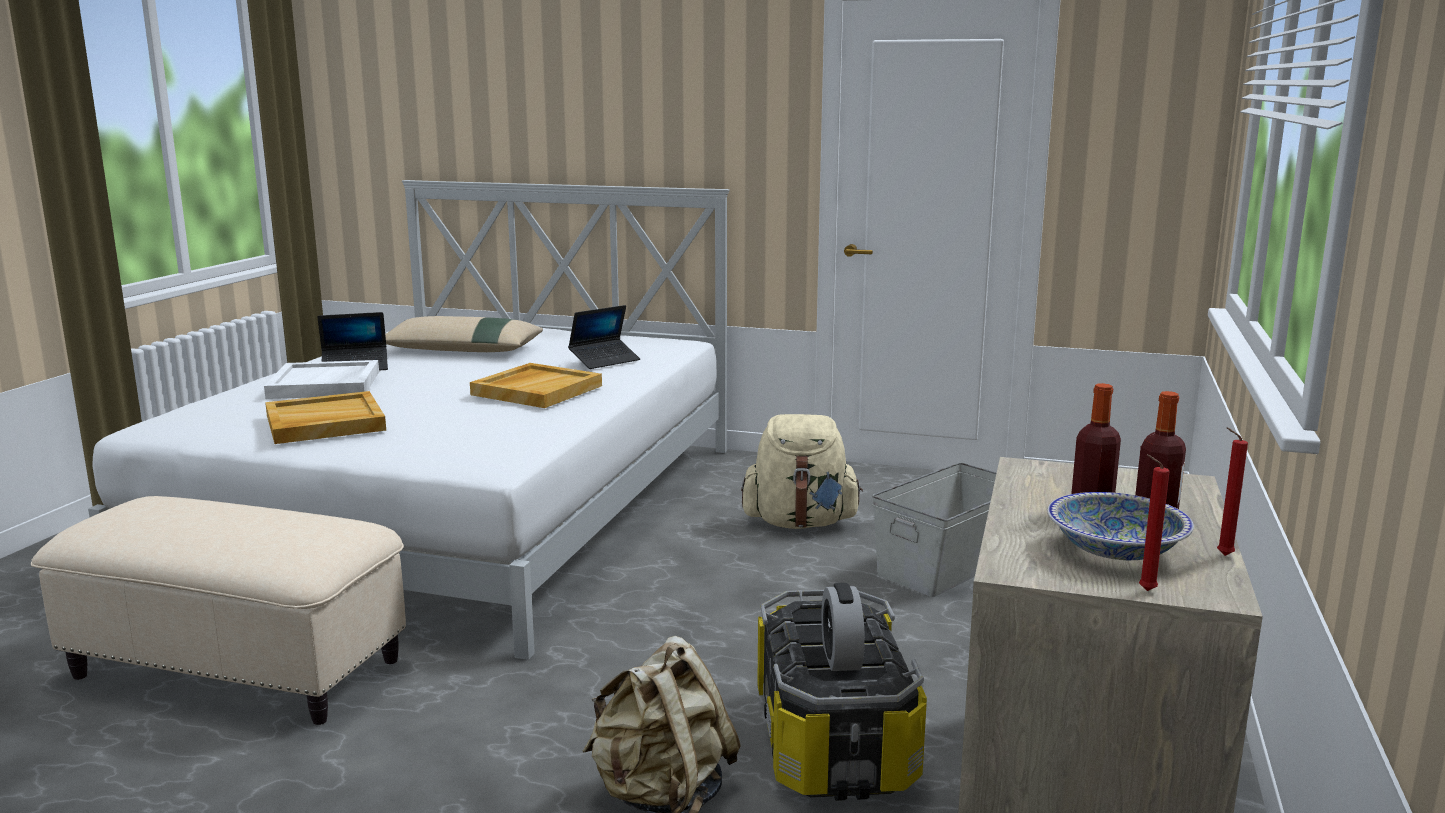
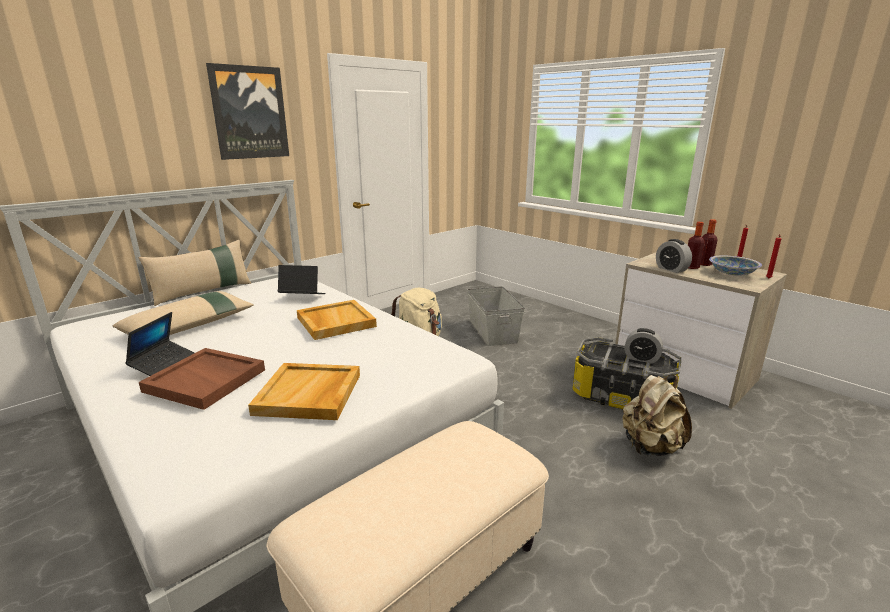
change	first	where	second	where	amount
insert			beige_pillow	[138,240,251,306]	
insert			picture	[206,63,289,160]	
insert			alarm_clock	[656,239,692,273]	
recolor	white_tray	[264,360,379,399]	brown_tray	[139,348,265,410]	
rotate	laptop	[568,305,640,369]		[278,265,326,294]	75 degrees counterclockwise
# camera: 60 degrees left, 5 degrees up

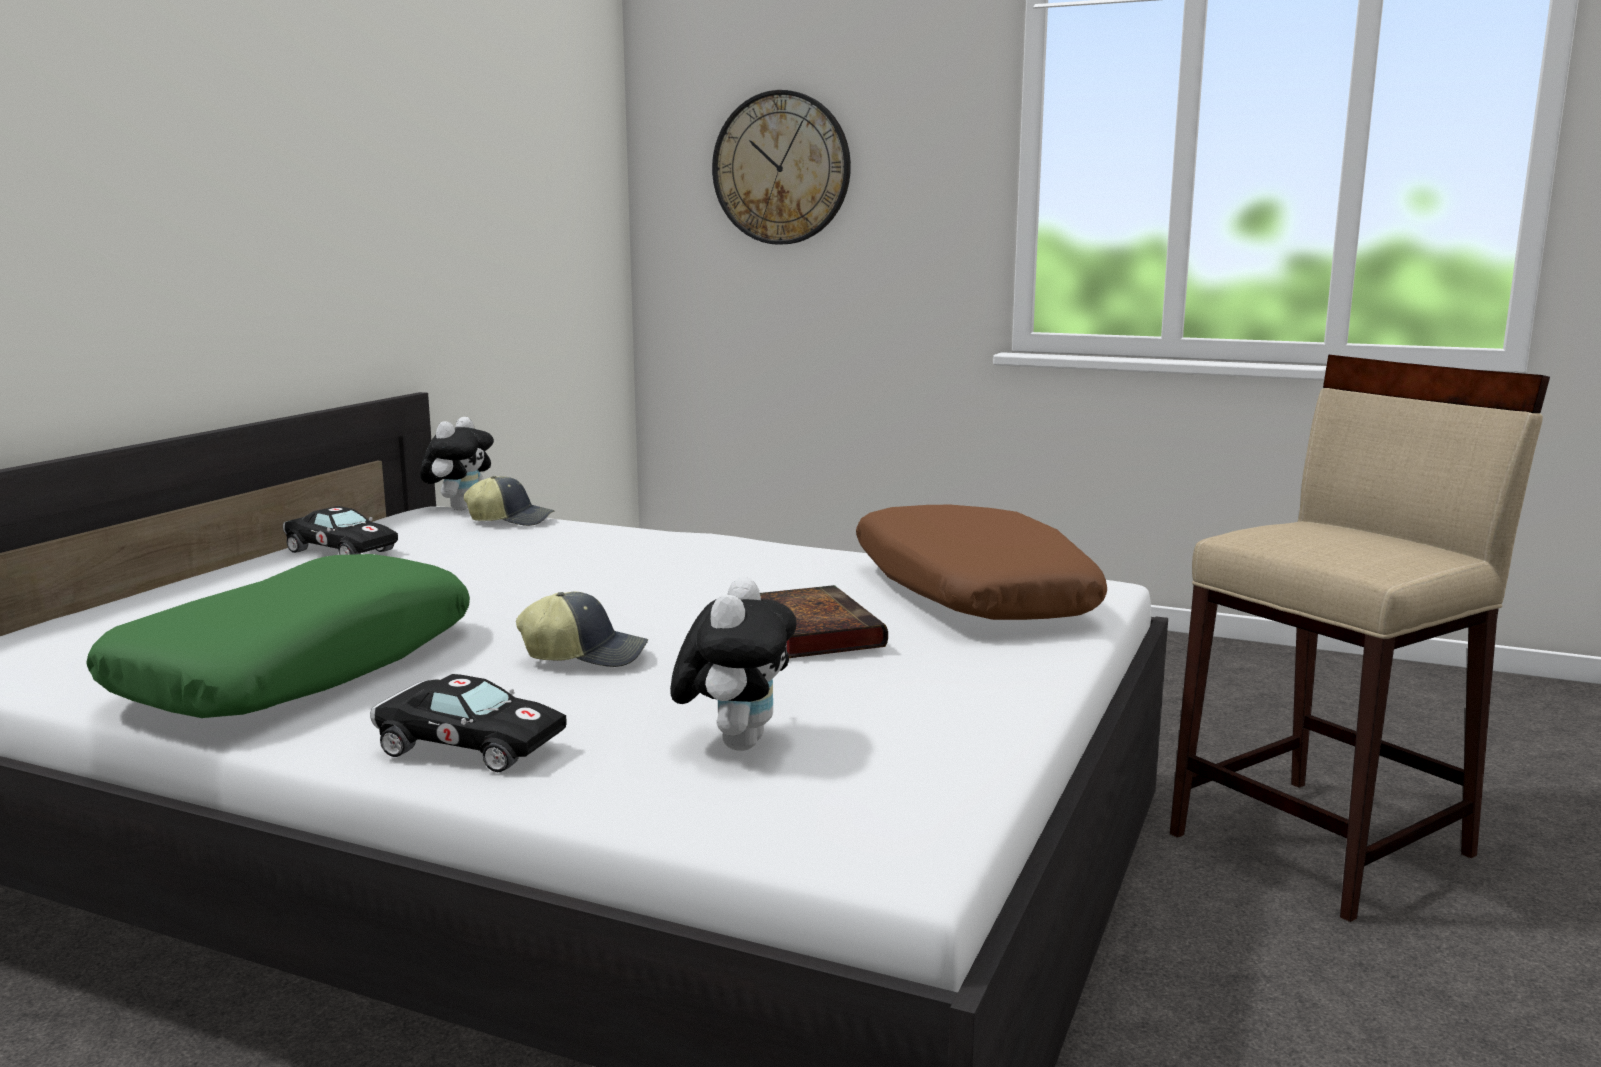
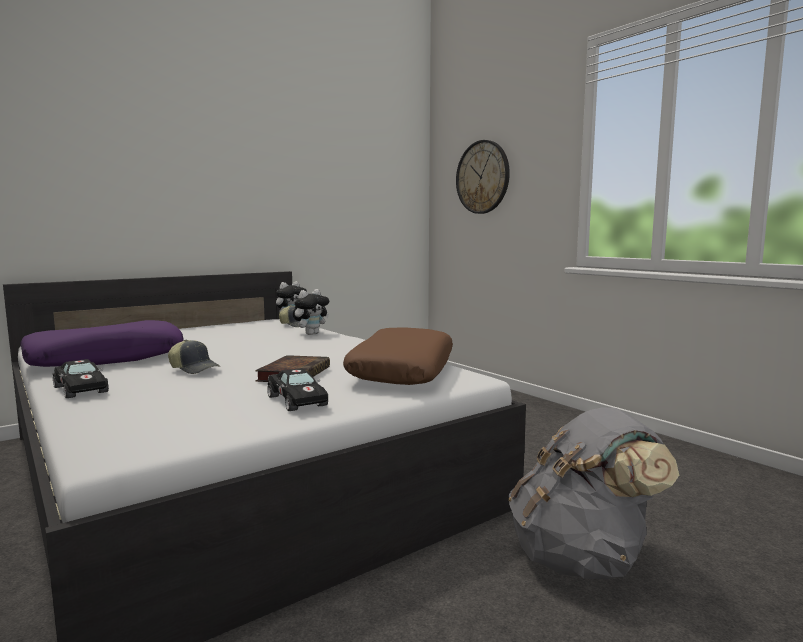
change	first	where	second	where	amount
move	black_toy_car	[283,506,398,555]		[267,368,328,411]	
move	plush_toy	[670,577,797,751]		[293,289,329,335]	
replace	beige_stool	[1170,355,1550,922]	grey_backpack	[508,407,679,579]	
recolor	green_pillow	[86,554,470,718]	purple_pillow	[20,320,184,367]	
# camera: 30 degrees right, 5 degrees down

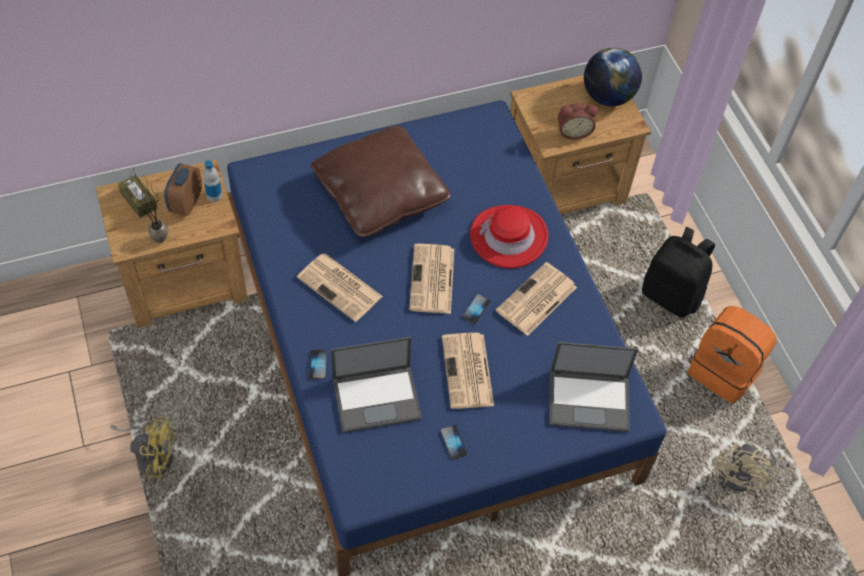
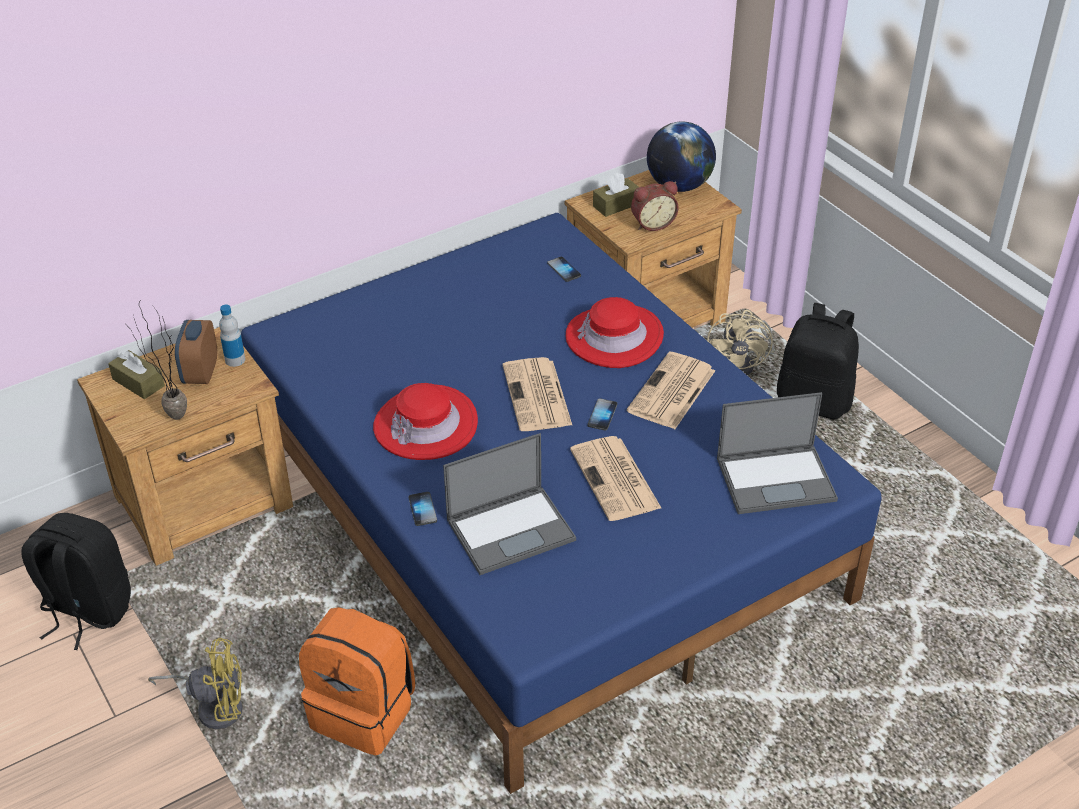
change	first	where	second	where	amount
delete	brown_pillow	[311,126,451,237]			
insert			black_backpack	[21,513,131,650]	
insert			brown_tissue_box	[593,173,639,217]	
move	phone	[441,425,467,460]		[547,257,581,282]	
move	orange_backpack	[688,306,777,404]		[299,607,415,755]	
move	beige_fan	[714,437,779,491]		[707,310,774,375]	
replace	newspaper	[297,254,383,322]	red_hat	[373,383,478,460]	
# camera: 10 degrees left, 15 degrees down

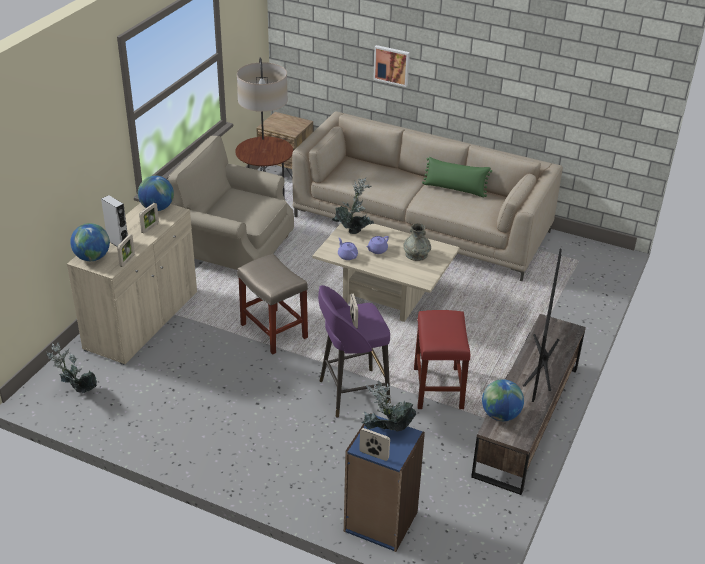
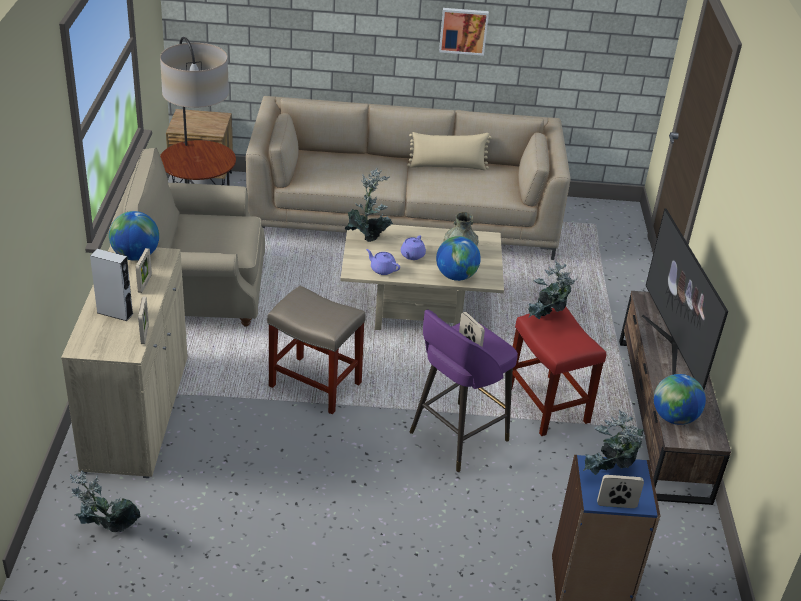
change	first	where	second	where	amount
insert			potted_plant	[529,260,578,319]	
move	globe	[70,223,110,261]		[436,236,481,281]	
move	picture	[373,45,410,87]		[439,8,489,56]	
recolor	green_pillow	[422,157,492,198]	beige_pillow	[407,132,492,170]	
# camera: 25 degrees left, 0 degrees up

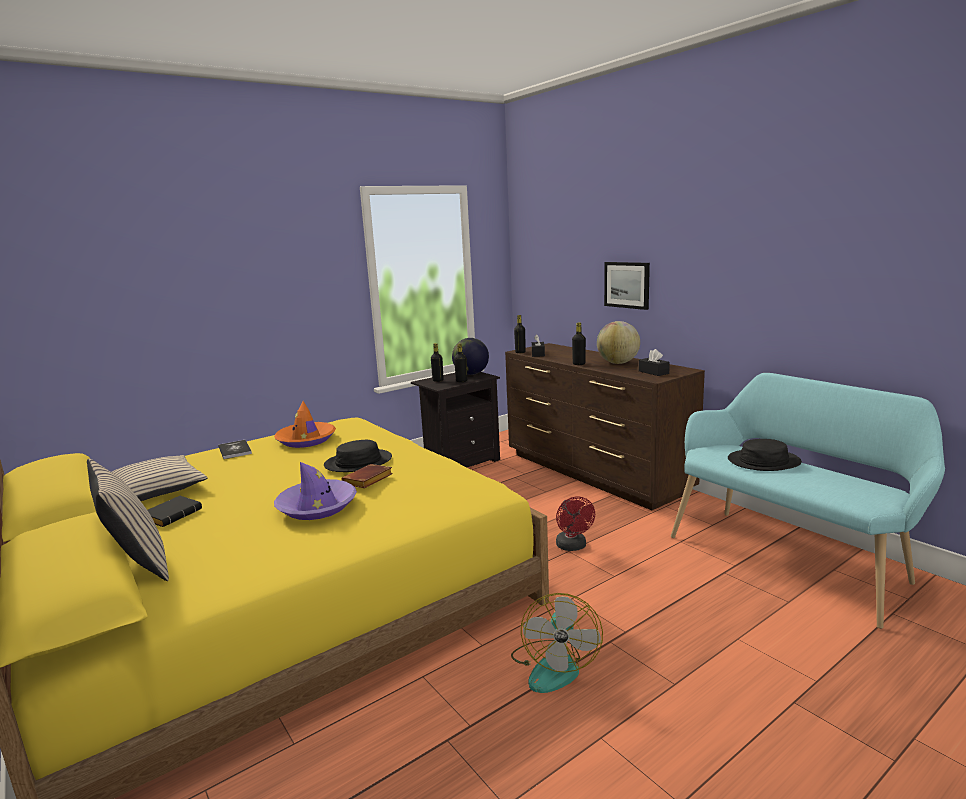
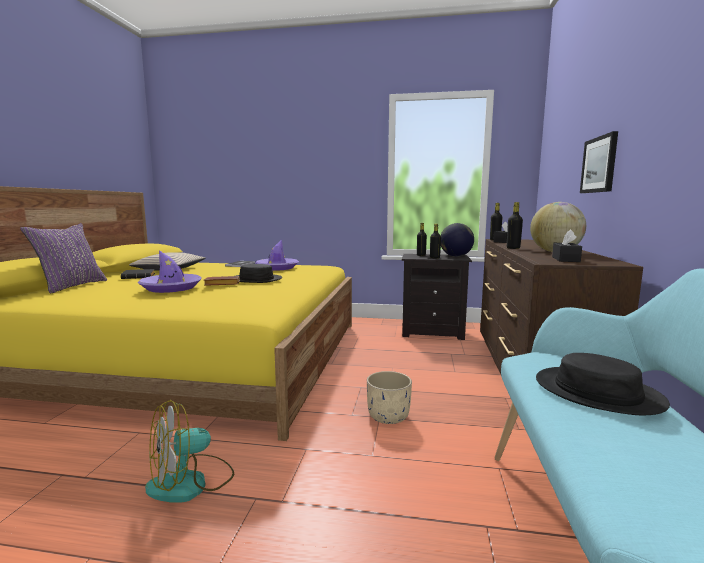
change	first	where	second	where	amount
replace	red_fan	[556,496,595,551]	beige_planter	[367,371,412,424]	
recolor	beige_pillow	[87,459,169,581]	purple_pillow	[20,223,107,293]	
recolor	orange_hat	[274,401,336,448]	purple_hat	[255,240,299,271]	
# camera: 45 degrees right, 5 degrees down

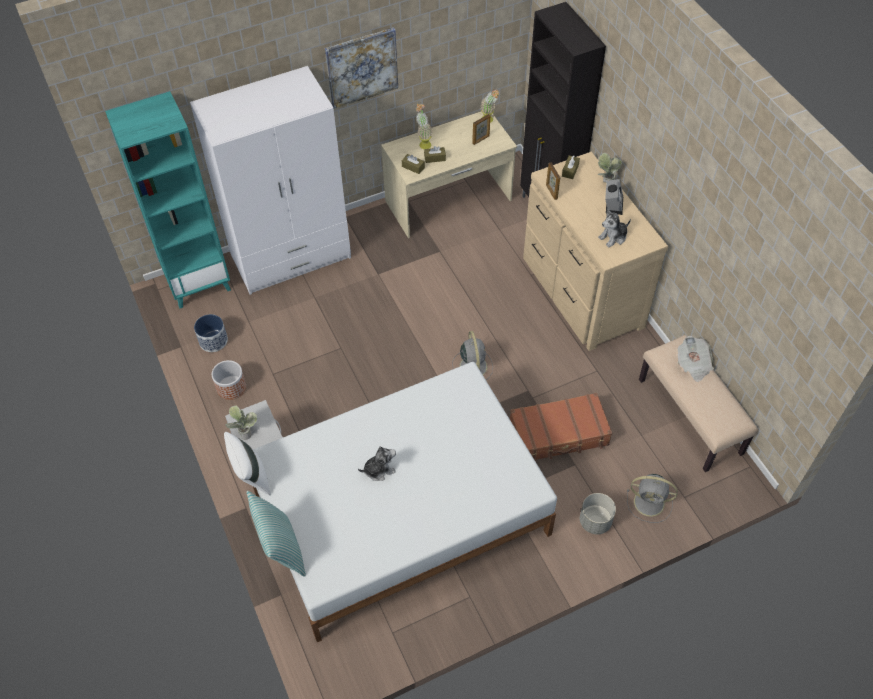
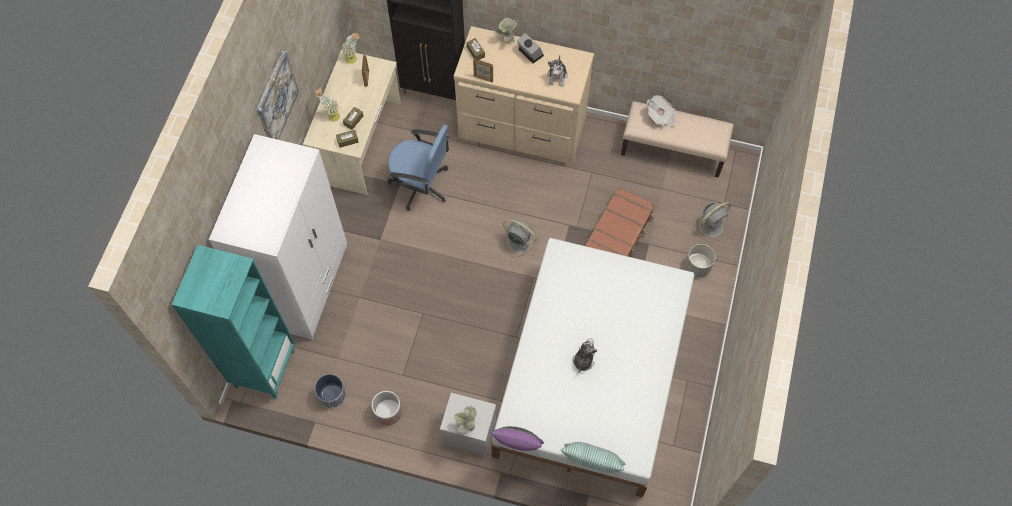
change	first	where	second	where	amount
insert			blue_office_chair	[387,125,450,211]	
recolor	white_pillow	[224,432,271,495]	purple_pillow	[491,426,544,451]	
# camera: 50 degrees left, 10 degrees up

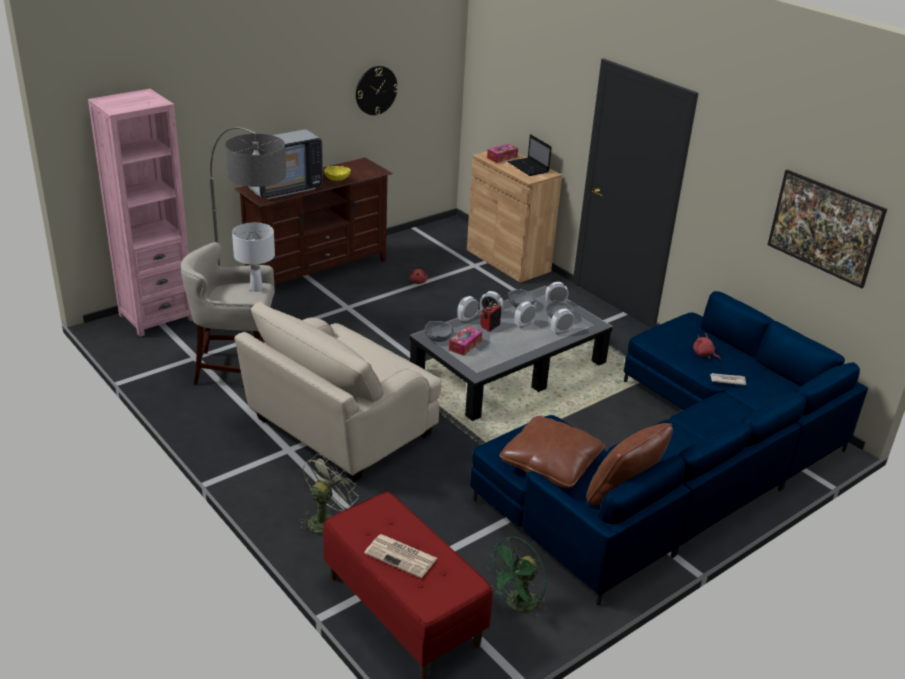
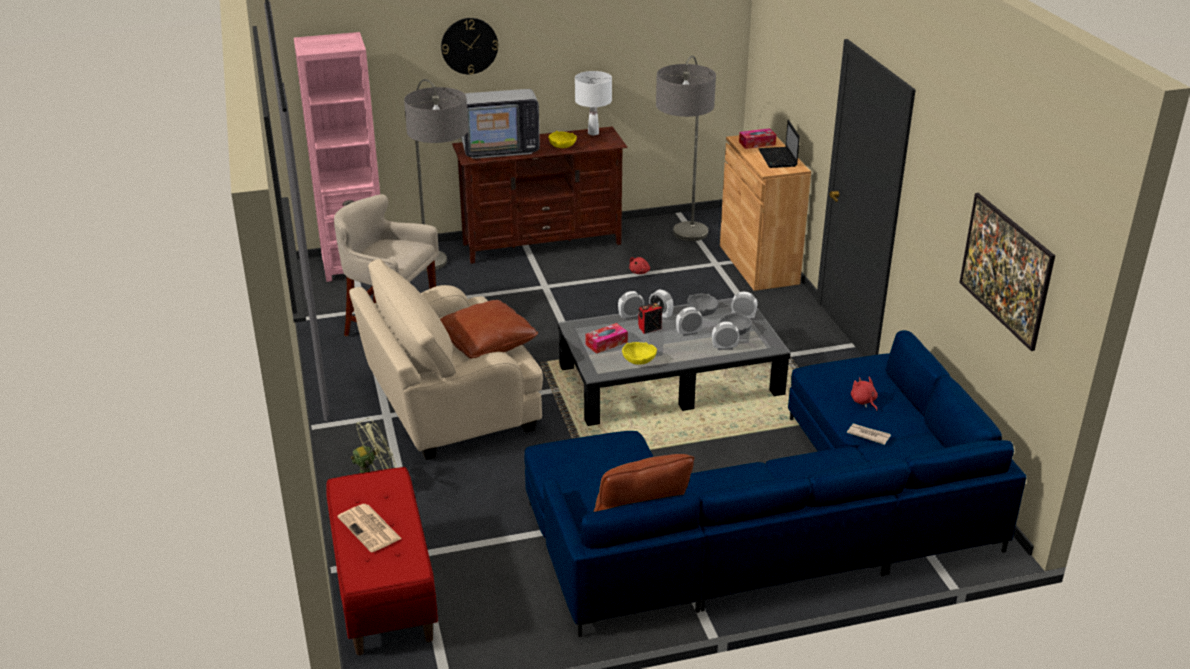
change	first	where	second	where	amount
delete	grey_bowl	[424,321,453,342]			
delete	green_fan	[486,537,547,618]			
insert			yellow_bowl	[622,342,657,365]	
insert			floor_lamp	[656,56,716,241]	
move	white_table_lamp	[232,223,275,292]		[575,71,612,135]	
move	wall_clock	[356,66,398,115]		[441,18,498,75]	
move	brown_pillow	[499,416,605,488]		[440,300,538,359]	
# camera: 25 degrees right, 0 degrees up

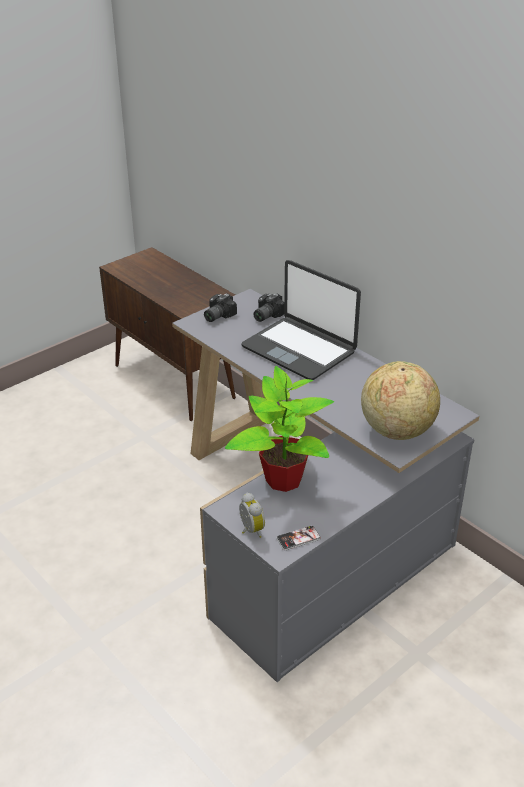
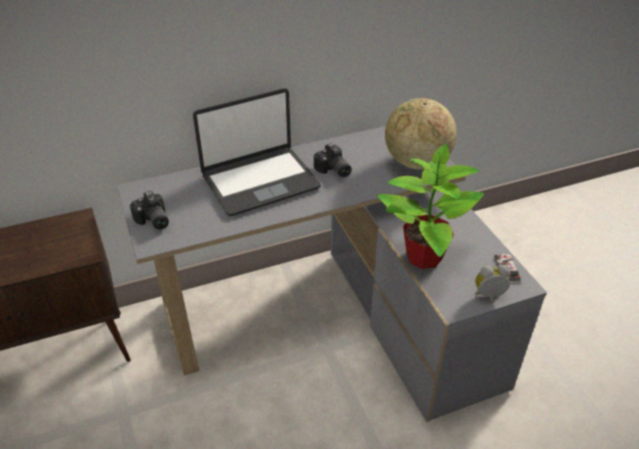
change	first	where	second	where	amount
move	photo_camera	[253,293,284,322]		[314,143,352,177]	
# camera: 70 degrees left, 5 degrees up

